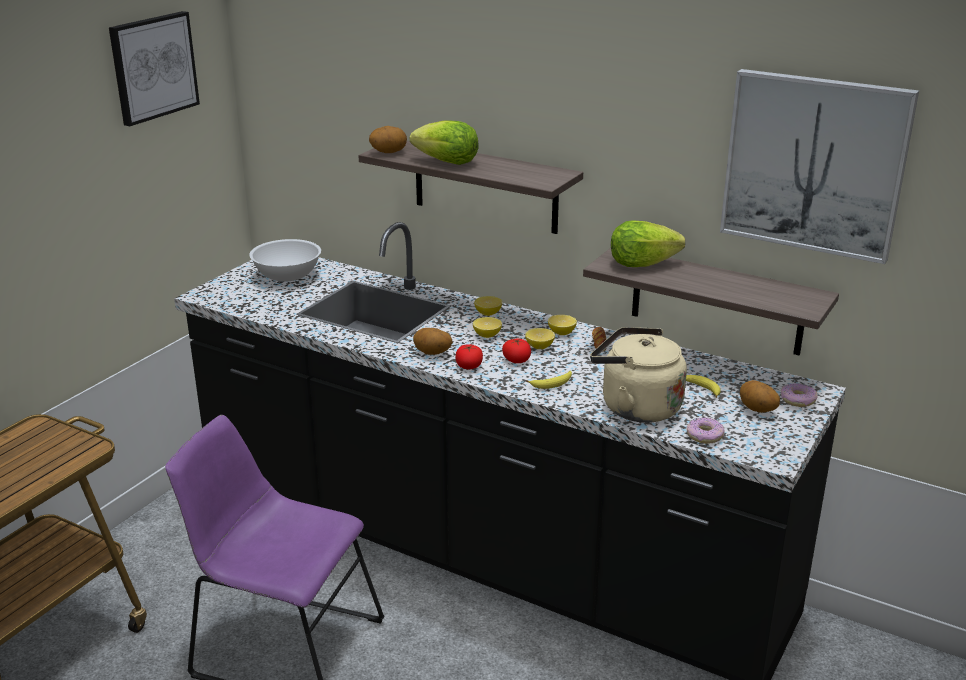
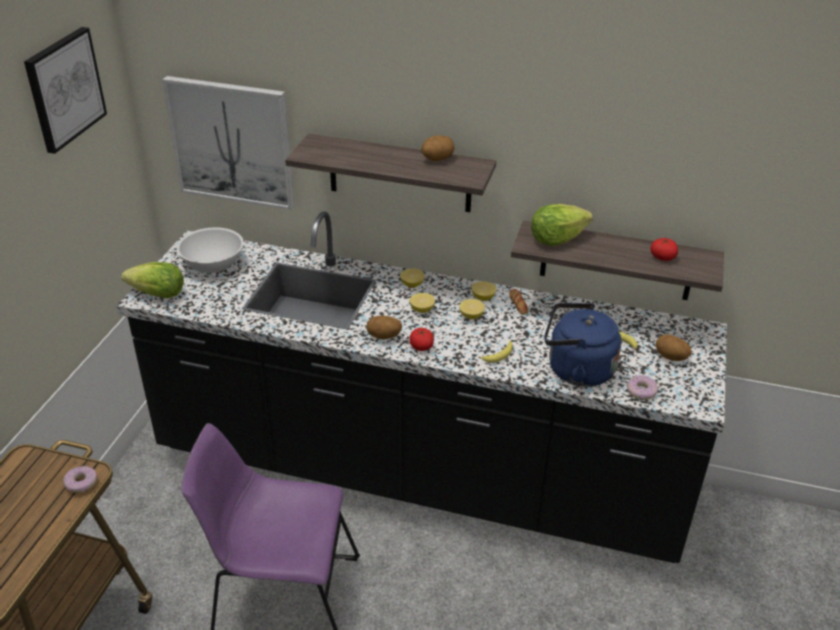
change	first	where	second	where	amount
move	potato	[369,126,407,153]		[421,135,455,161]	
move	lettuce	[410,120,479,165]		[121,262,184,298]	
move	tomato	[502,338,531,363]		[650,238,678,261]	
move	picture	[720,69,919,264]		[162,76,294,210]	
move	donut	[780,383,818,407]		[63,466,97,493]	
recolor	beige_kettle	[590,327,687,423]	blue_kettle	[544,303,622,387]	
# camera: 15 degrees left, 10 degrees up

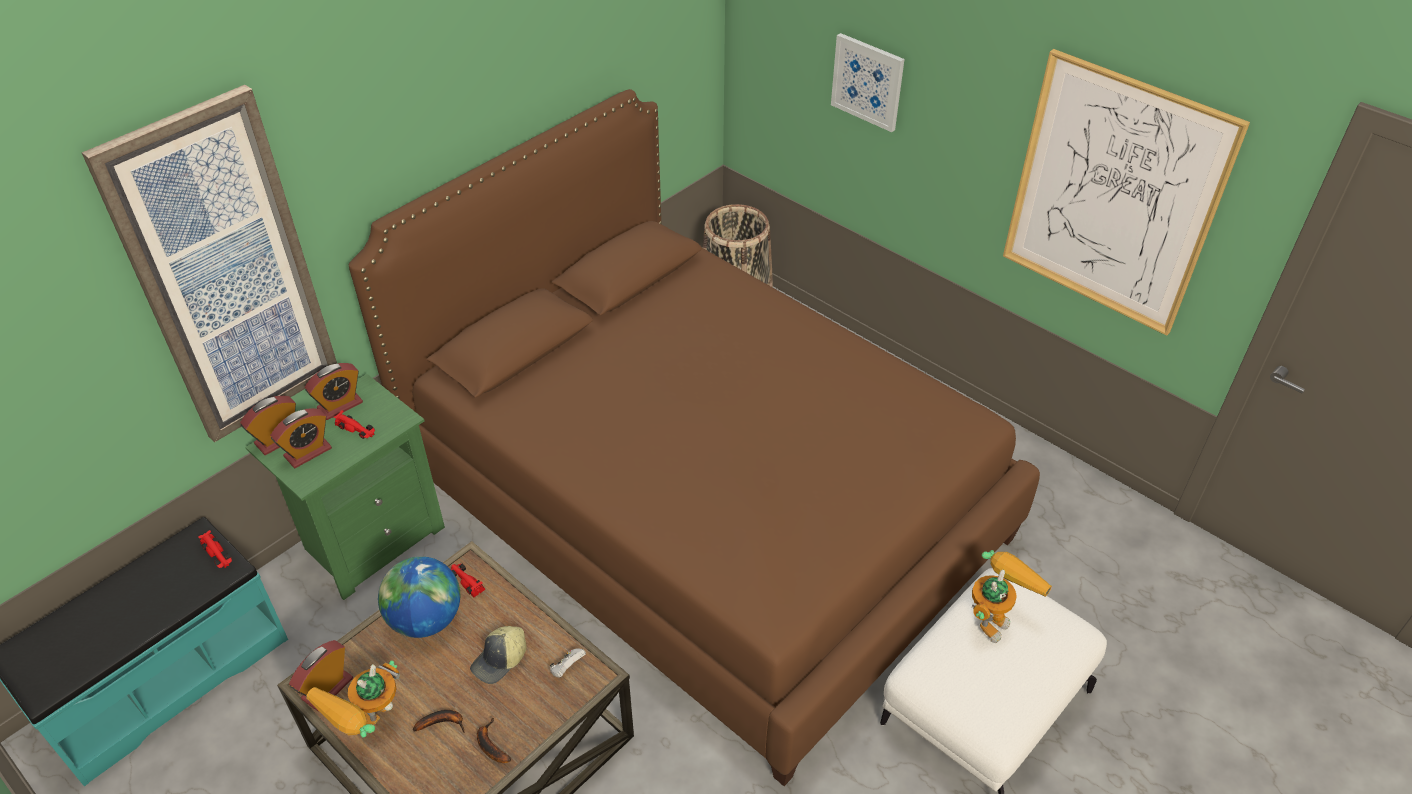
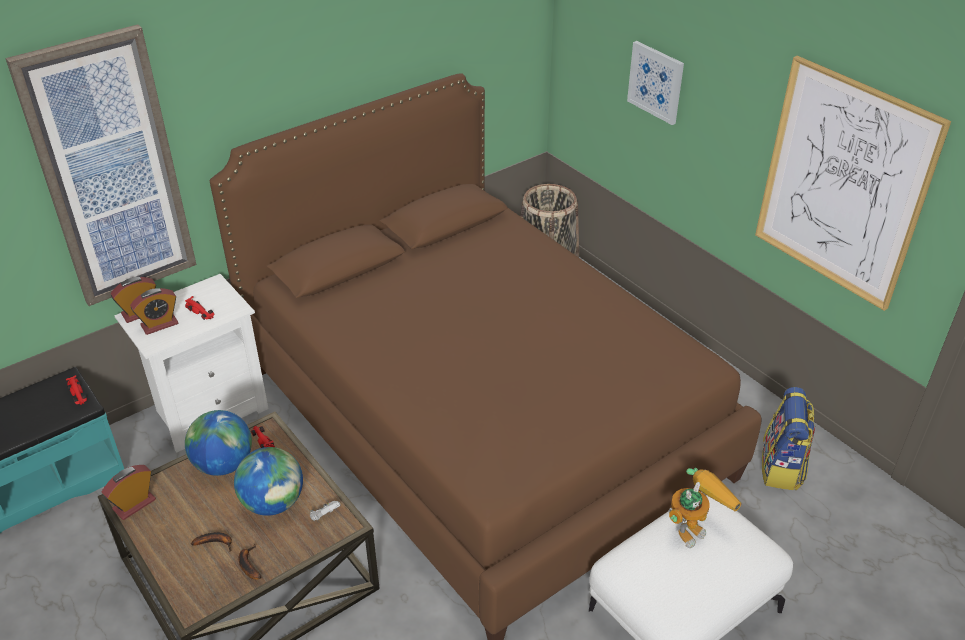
change	first	where	second	where	amount
delete	alarm_clock	[305,363,363,420]			
delete	toy_robot	[306,661,400,737]			
insert			backpack	[762,387,815,490]	
replace	cap	[470,626,527,684]	globe	[234,447,303,516]	
recolor	green_nightstand	[245,374,445,600]	white_nightstand	[114,274,269,453]	
# camera: 10 degrees right, 5 degrees down

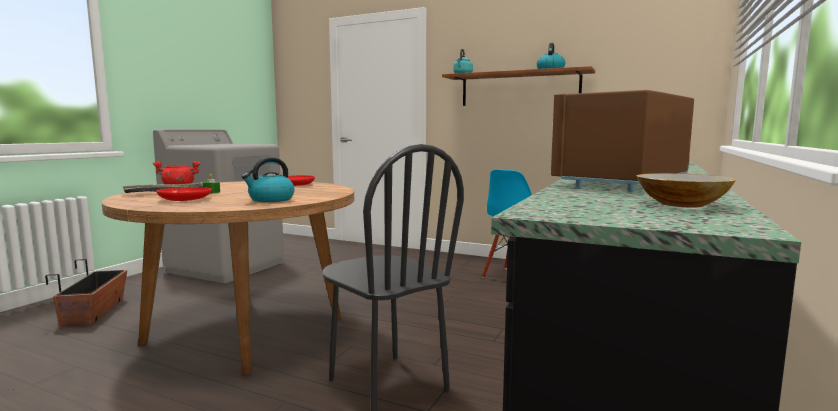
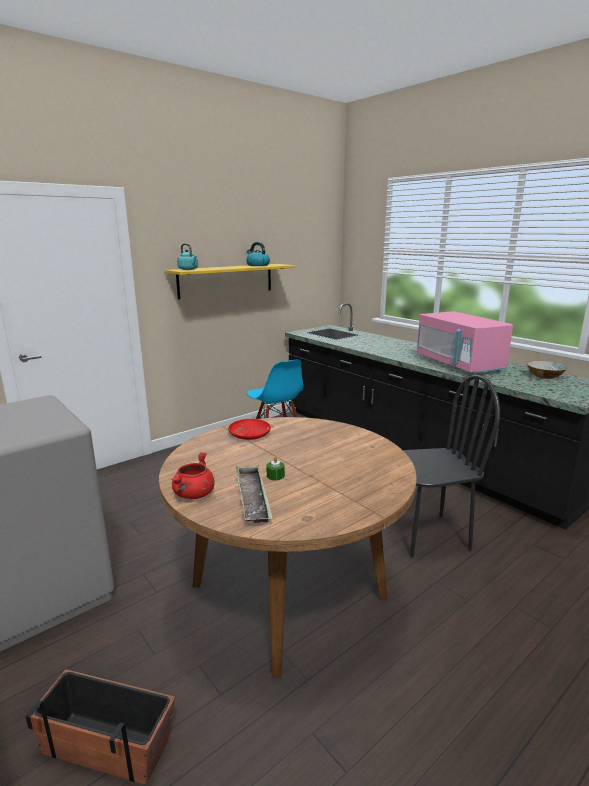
change	first	where	second	where	amount
delete	red_plate	[157,187,212,201]			
delete	kettle	[242,157,294,202]			
recolor	brown_shelf	[442,66,595,106]	yellow_shelf	[165,264,295,299]	
recolor	brown_microwave	[551,90,694,192]	pink_microwave	[417,311,513,375]	
# camera: 65 degrees left, 10 degrees up

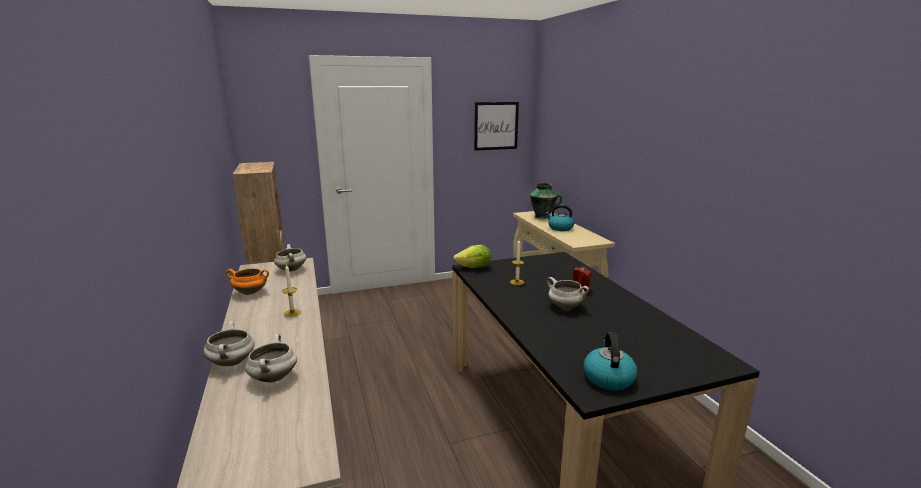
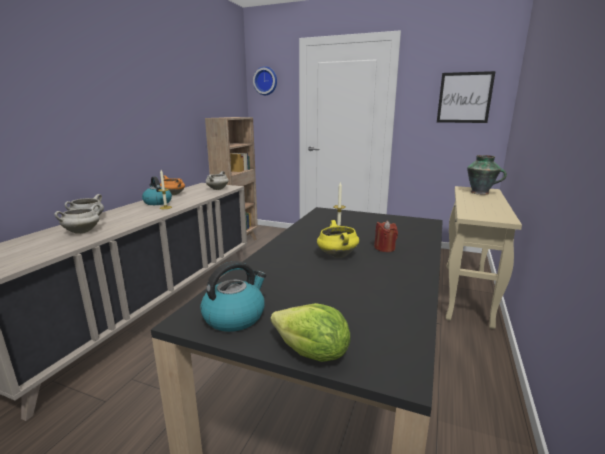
change	first	where	second	where	amount
insert			wall_clock	[253,66,277,95]	
move	lettuce	[453,245,491,268]		[271,303,350,362]	
move	kettle	[545,205,574,231]		[142,176,172,205]	
recolor	white_cooking_pot	[547,277,589,309]	yellow_cooking_pot	[317,220,359,258]	
# camera: 40 degrees right, 0 degrees up

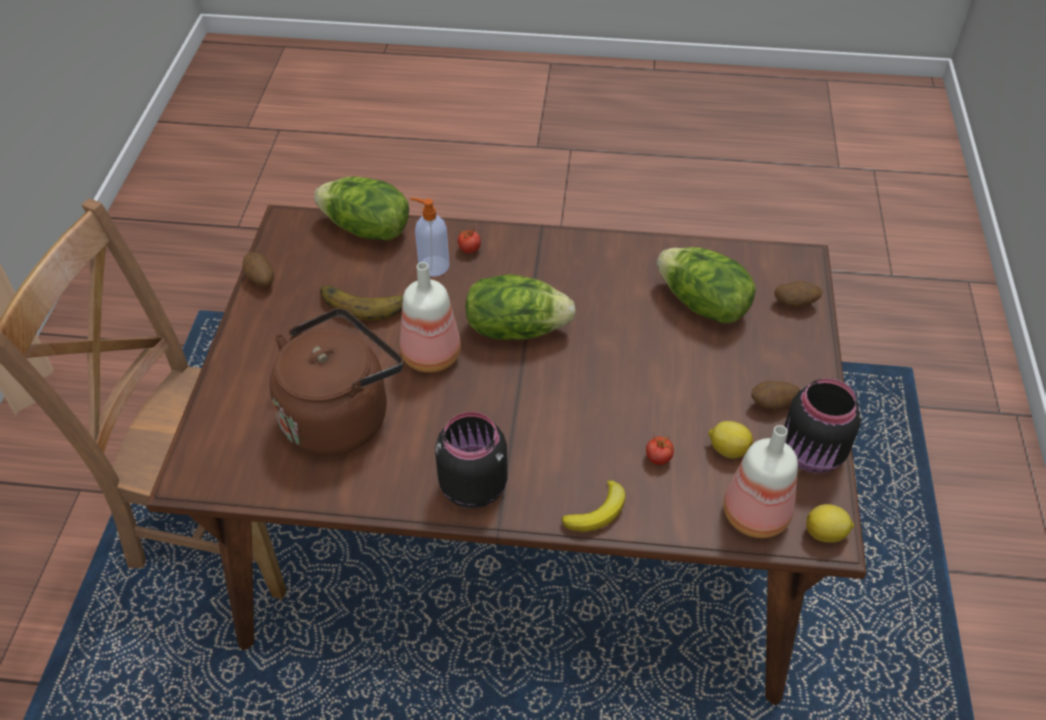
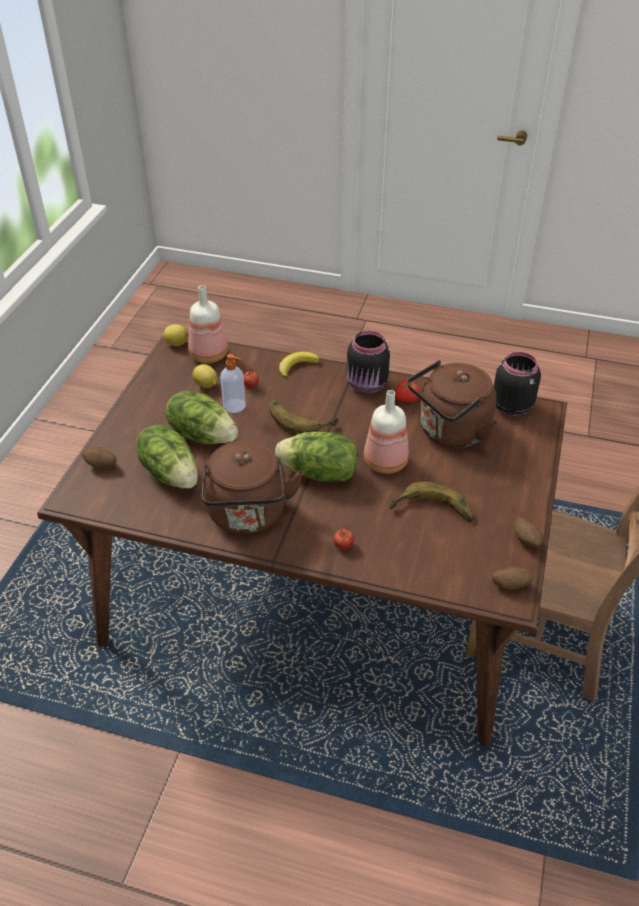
change	first	where	second	where	amount
insert			brown_kettle	[202,440,304,534]	
insert			banana	[269,400,338,434]	
insert			tomato	[395,379,421,402]	
move	lettuce	[314,177,409,241]		[165,390,238,444]	
move	soap_dispenser	[410,198,449,277]		[220,354,246,413]	
move	potato	[751,381,800,409]		[492,567,534,590]	
move	black_jar	[784,378,862,473]		[494,352,541,416]	
# camera: 170 degrees left, 5 degrees down

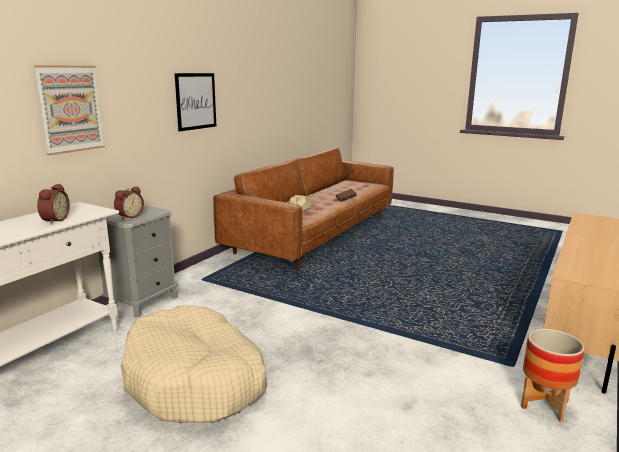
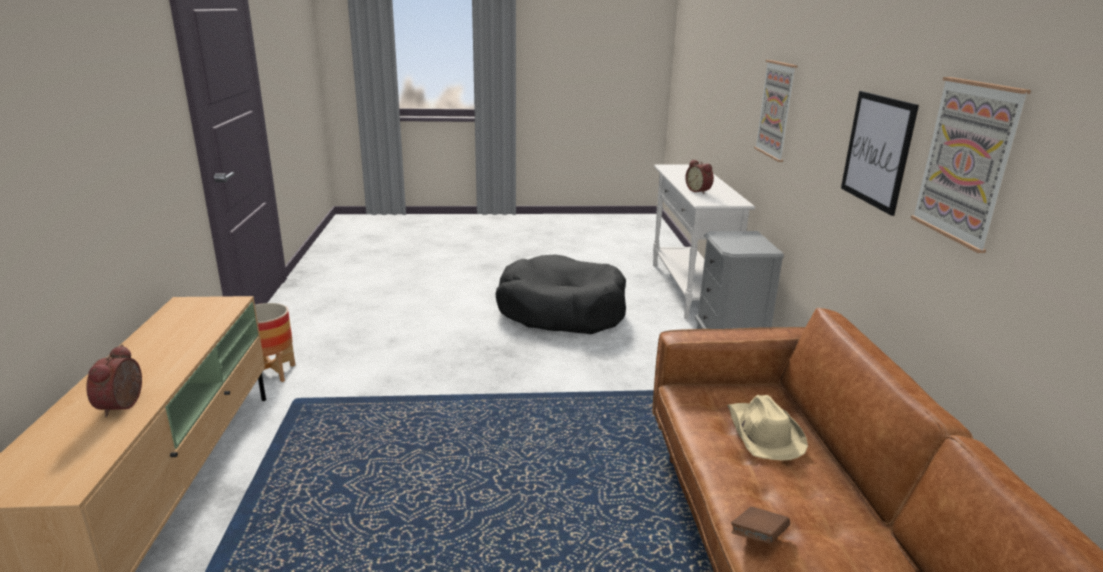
change	first	where	second	where	amount
insert			picture	[911,77,1031,253]	
move	alarm_clock	[114,187,144,220]		[86,345,142,417]	
recolor	beige_dog_bed	[121,305,267,423]	black_dog_bed	[495,254,626,334]	
# camera: 145 degrees right, 5 degrees up

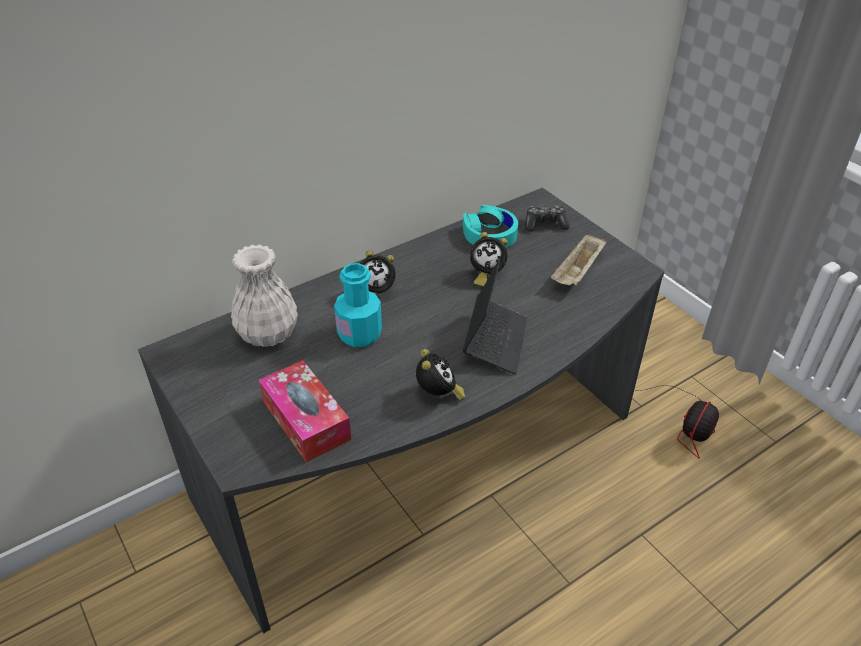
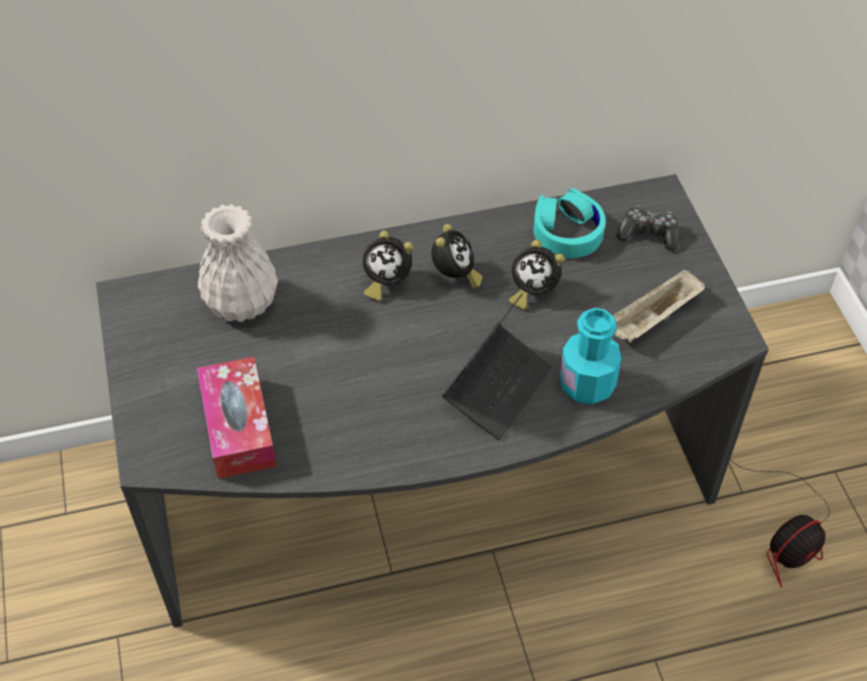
change	first	where	second	where	amount
move	turquoise_bottle	[334,263,382,347]		[560,308,622,405]	
move	alarm_clock	[416,349,465,401]		[431,224,483,289]	
# camera: 20 degrees right, 10 degrees up

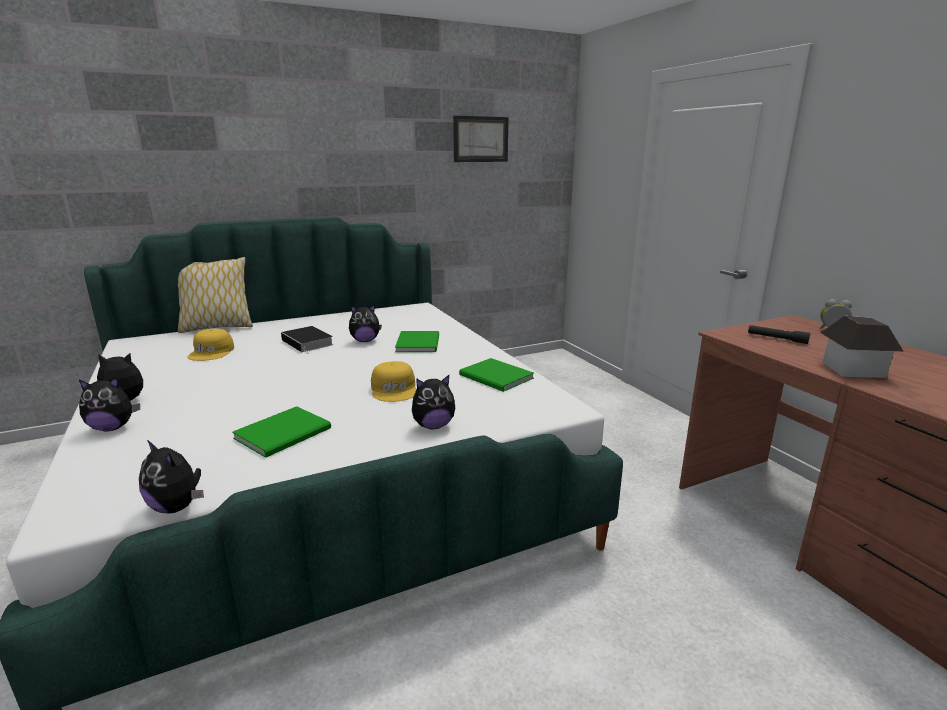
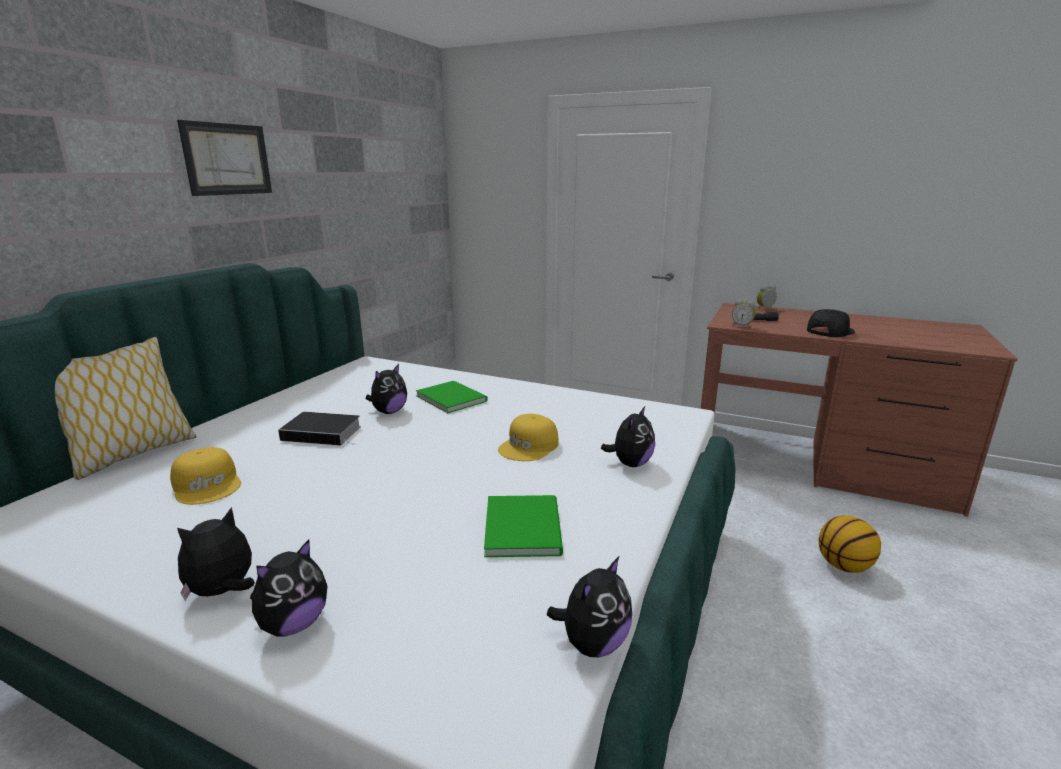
change	first	where	second	where	amount
delete	green_book	[459,358,534,392]			
insert			alarm_clock	[732,299,756,328]	
insert			basketball	[818,515,881,573]	
move	picture	[453,116,509,162]		[177,120,272,196]	
replace	toy_house	[821,316,904,378]	black_cap	[807,309,855,337]	
rotate	plush_toy	[139,440,204,513]		[547,556,632,657]	45 degrees counterclockwise
rotate	yellow_cap	[371,361,417,402]		[498,414,559,461]	90 degrees clockwise
# camera: 40 degrees left, 0 degrees up

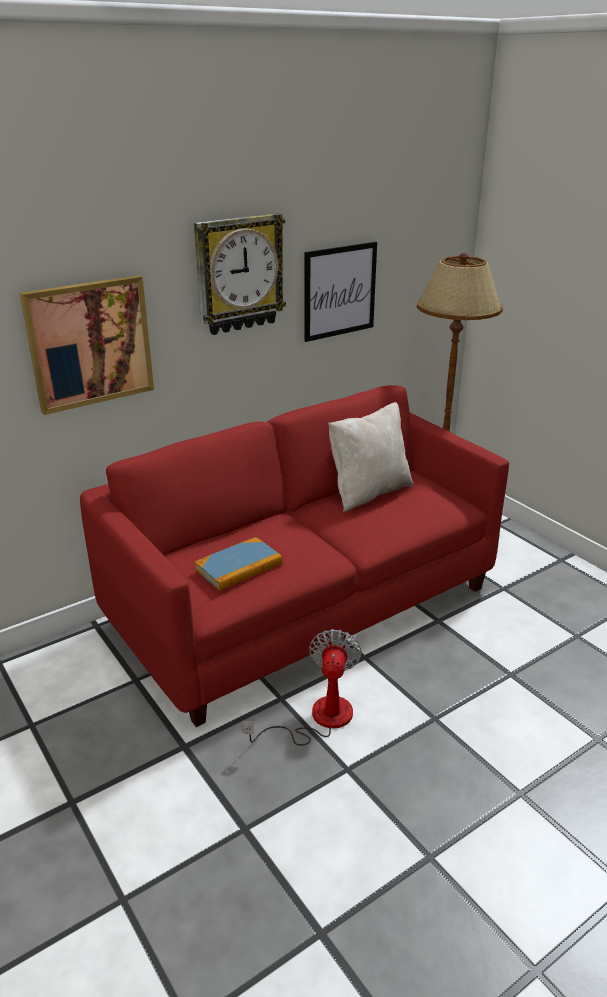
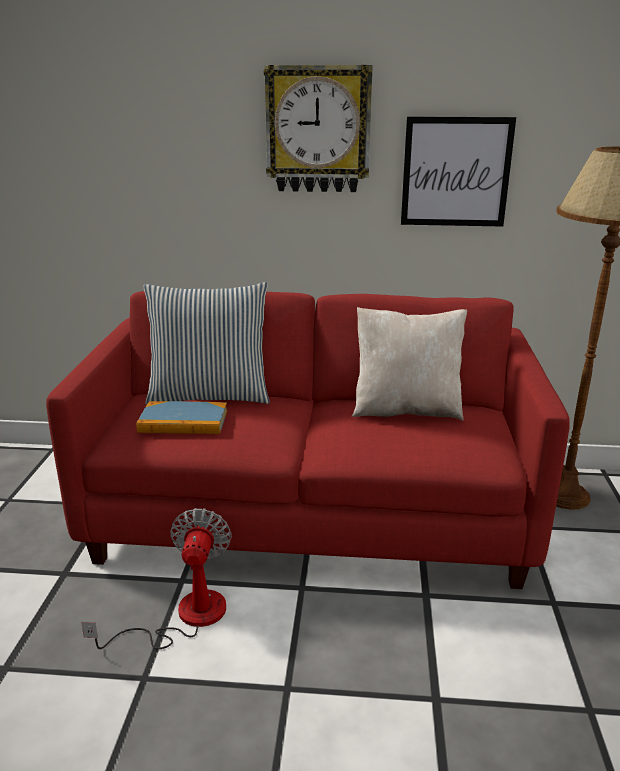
change	first	where	second	where	amount
delete	picture	[20,275,154,415]			
insert			pillow	[144,282,270,405]	
rotate	fan	[242,629,362,746]		[81,508,232,649]	45 degrees counterclockwise
# camera: 40 degrees right, 5 degrees down

